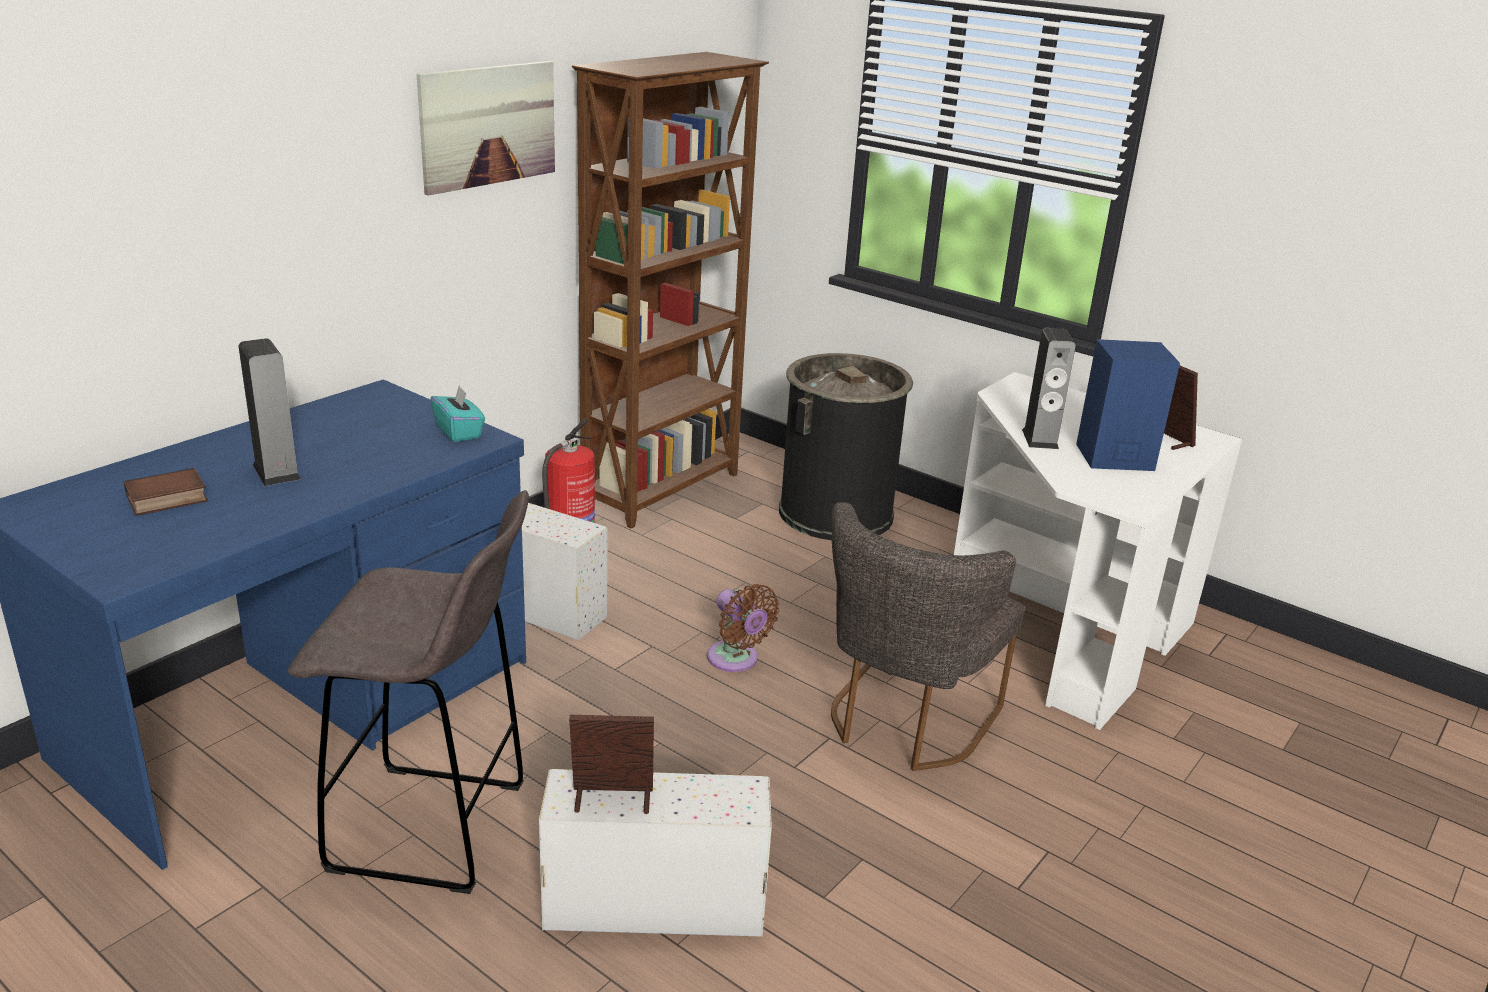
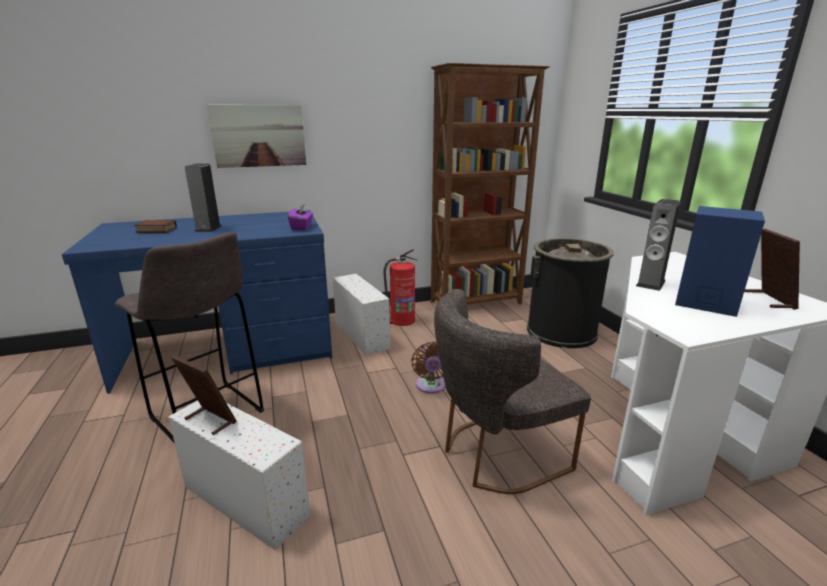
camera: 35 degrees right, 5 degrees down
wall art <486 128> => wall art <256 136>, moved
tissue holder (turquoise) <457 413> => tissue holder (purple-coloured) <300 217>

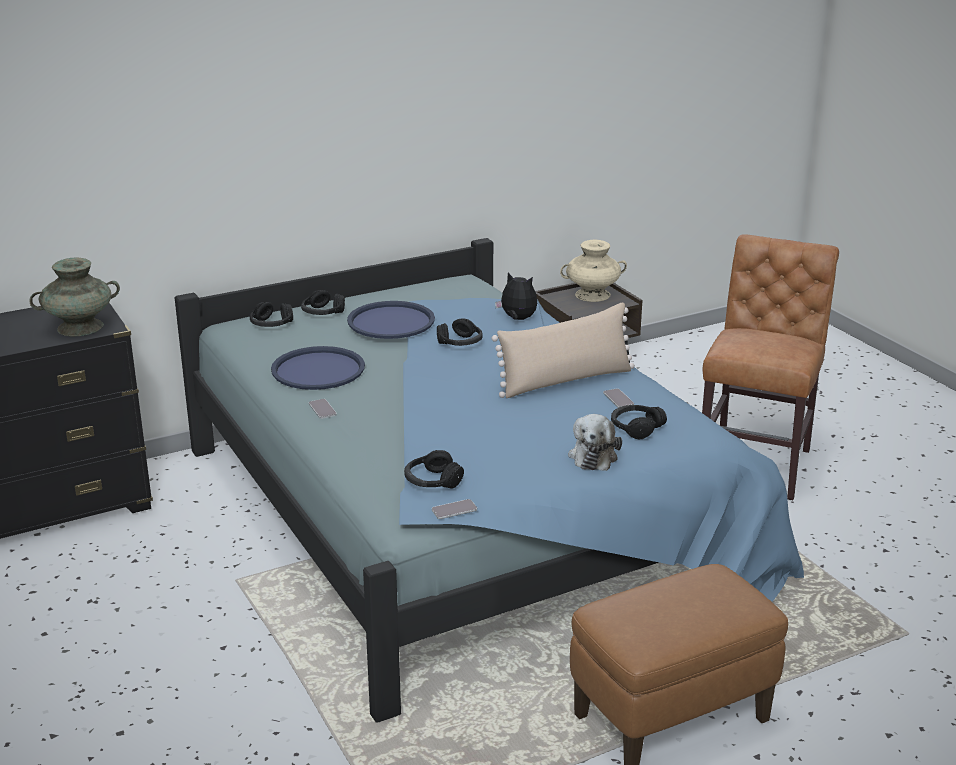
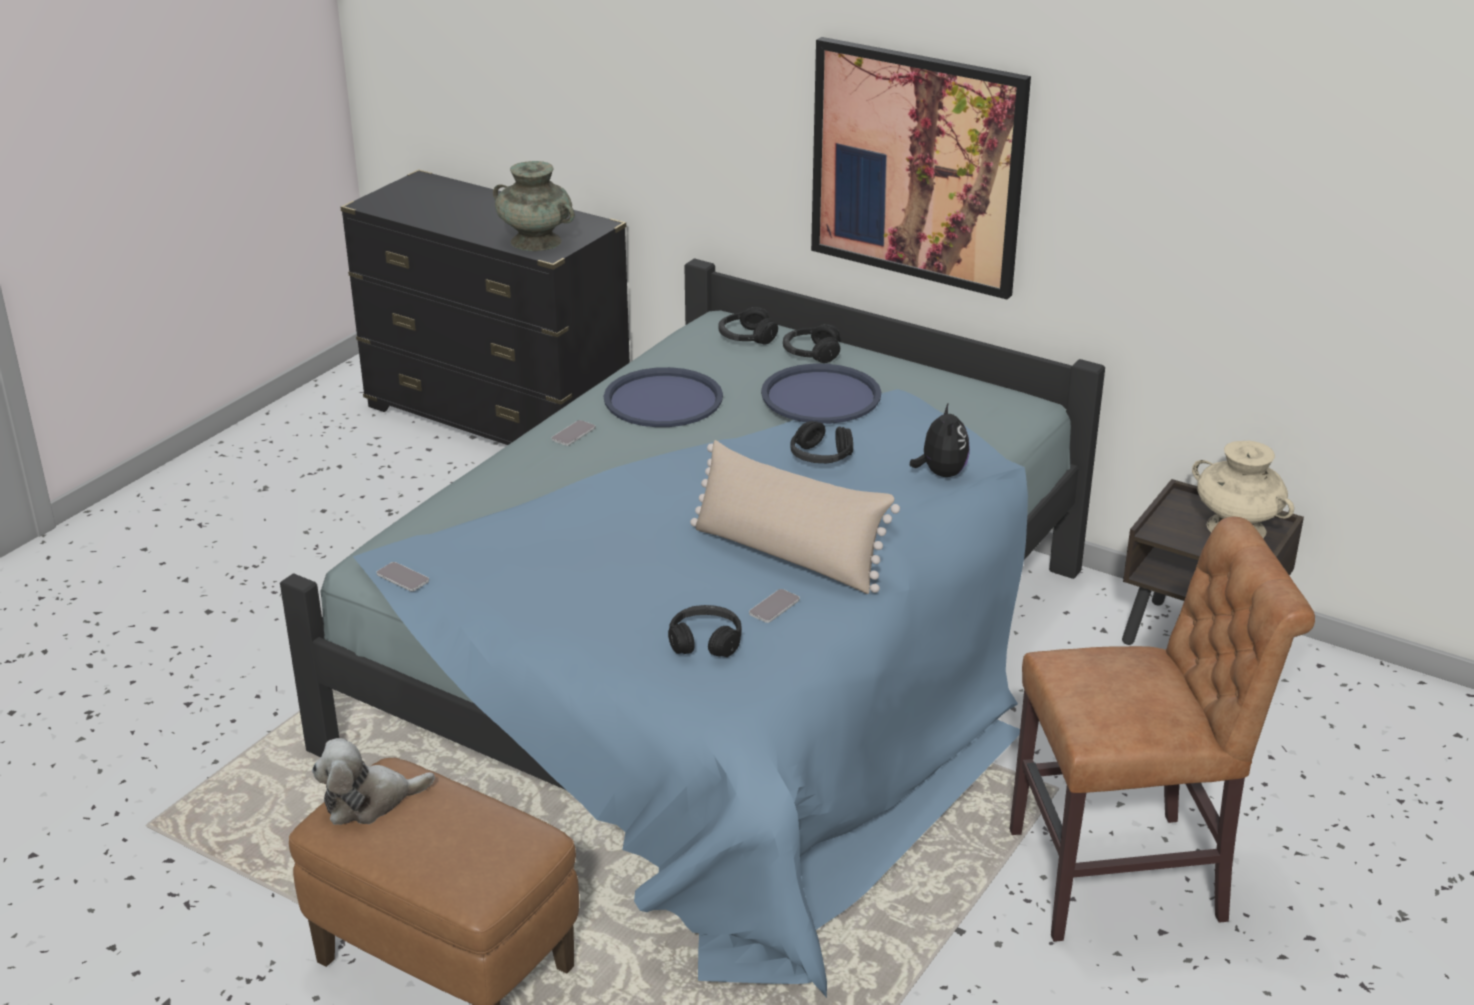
camera: 60 degrees right, 5 degrees up
headphones (blackish) <434 469> => nothing
plush toy <595 442> => plush toy <373 781>, moved
nothing => wall art <921 168>

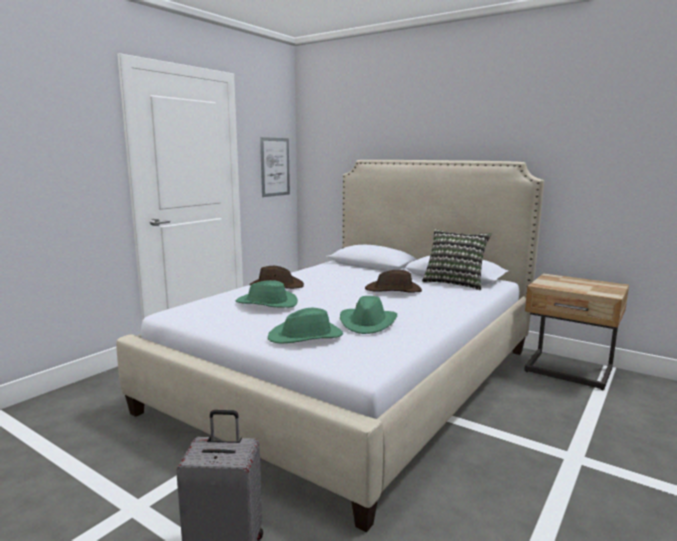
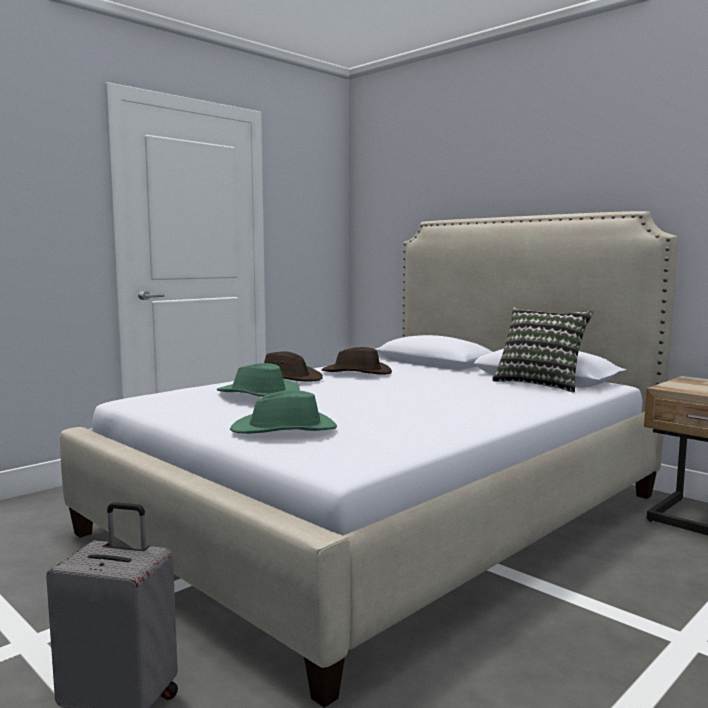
camera: 10 degrees right, 5 degrees down
wall art <275 167> => nothing
clothing hat (green) <368 315> => nothing
clothing hat (brown) <393 281> => clothing hat (brown) <356 361>, moved

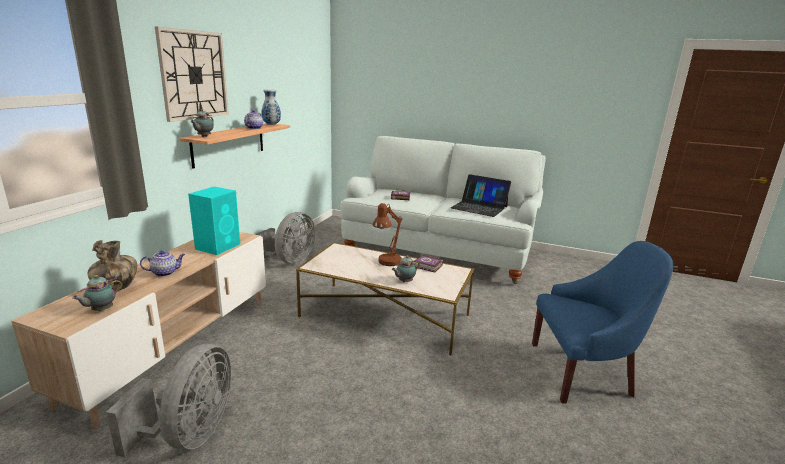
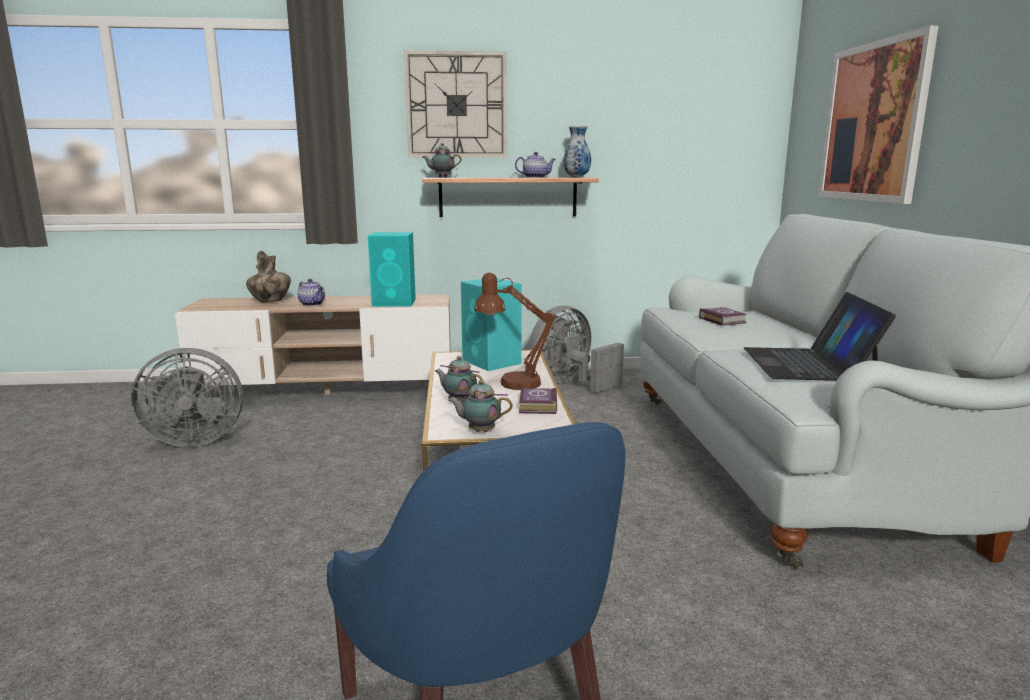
camera: 65 degrees right, 5 degrees down
tea pot <97 293> => tea pot <480 406>, moved
cooling fan (gray) <285 238> => cooling fan (gray) <576 349>, 135 degrees clockwise
nothing => speaker (turquoise) <491 324>
nothing => wall art <878 115>

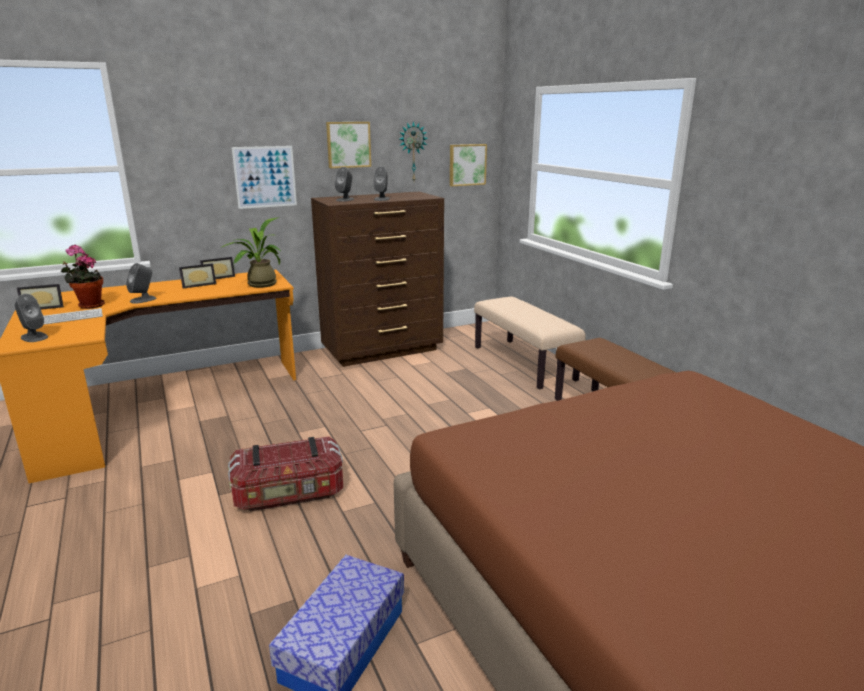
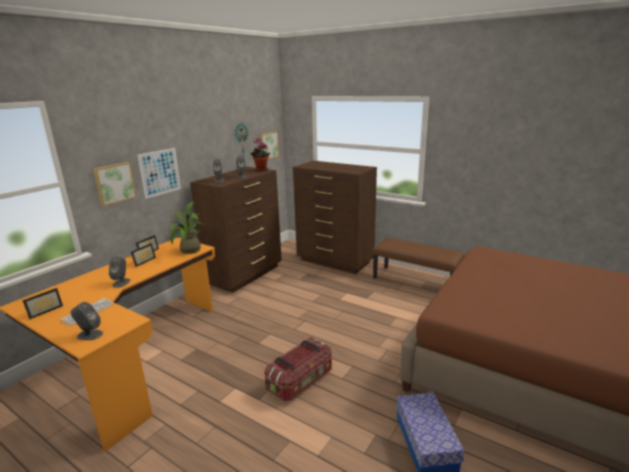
camera: 30 degrees left, 0 degrees up
houseplant <83 276> => houseplant <260 154>, moved
wall art <348 145> => wall art <115 184>, moved
bench (beige-coloured) <530 342> => drawer chest (brown) <335 217>

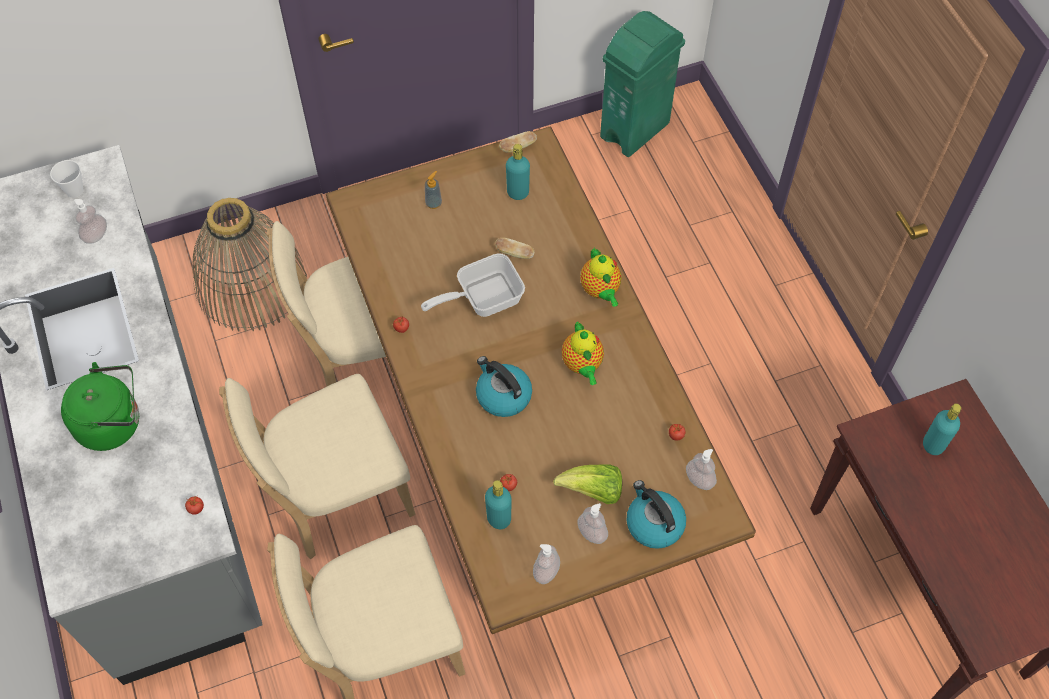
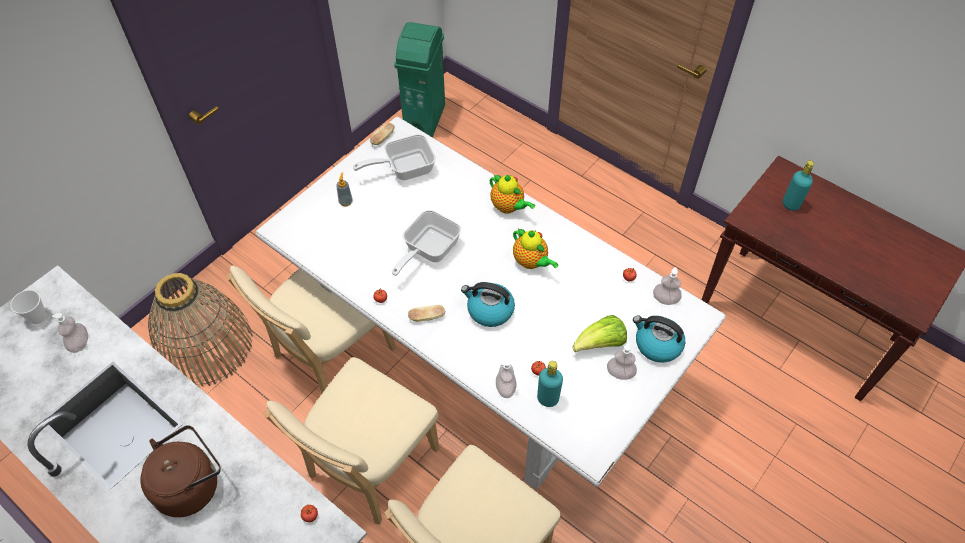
camera: 30 degrees left, 5 degrees down
kettle (green) <100 406> => kettle (brown) <180 471>
dinner table (brown) <541 380> => dinner table (whitish) <491 303>
bakery bread <514 248> => bakery bread <426 313>, moved
bottle (turquoise) <518 172> => skillet <394 157>
soap bottle <546 564> => soap bottle <506 379>, moved

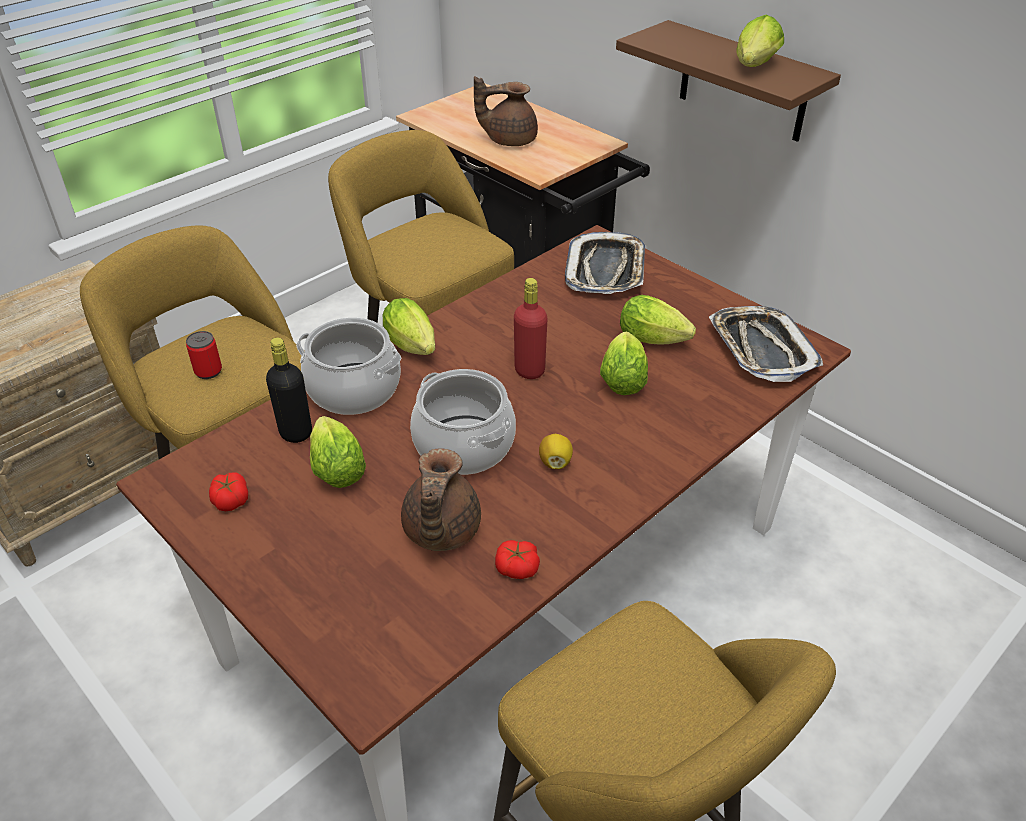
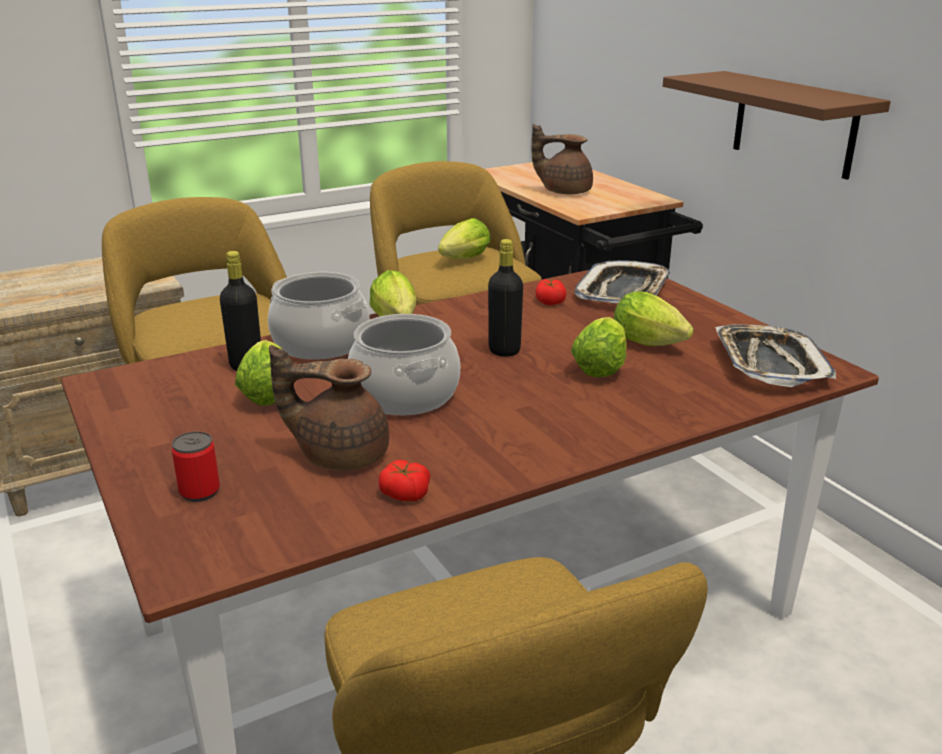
camera: 15 degrees right, 15 degrees down
sealed can <204 355> => sealed can <196 466>, moved
fresh tomato <228 491> => fresh tomato <551 292>, moved
tea pot (brown) <441 499> => tea pot (brown) <329 407>, 75 degrees clockwise
bottle (red) <531 328> => bottle (blackish) <505 298>
whole lemon <556 451> => nothing
lettuce head <760 41> => lettuce head <464 238>, moved

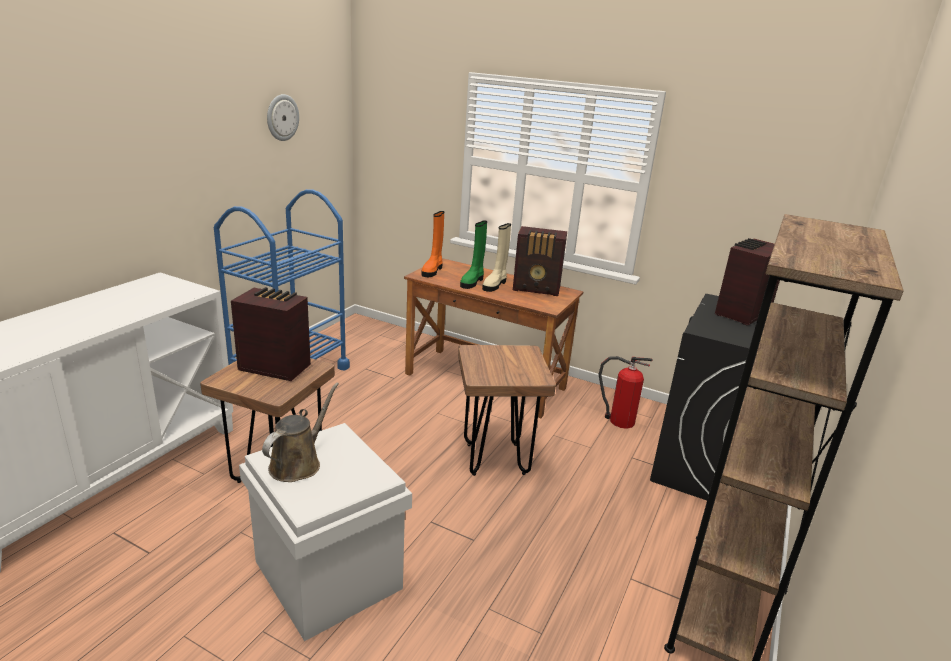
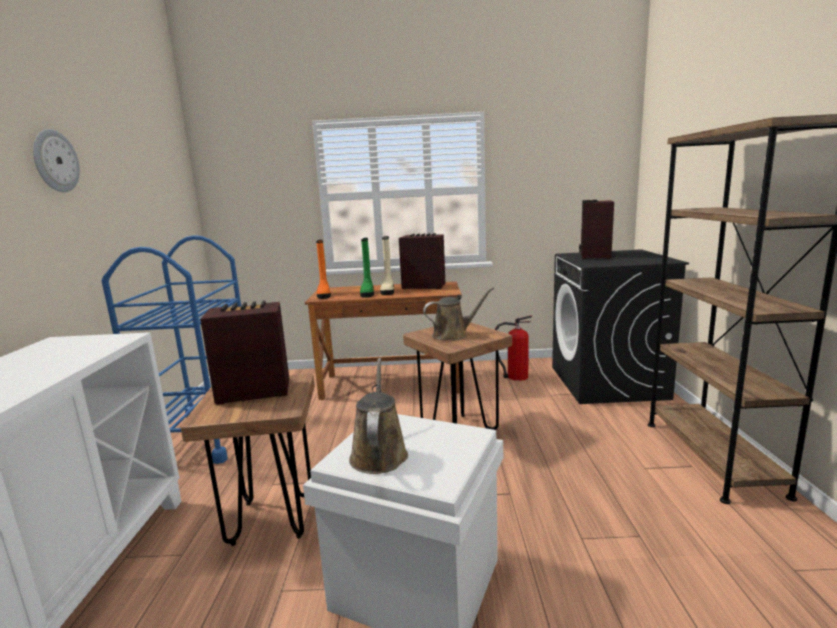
camera: 25 degrees left, 10 degrees down
wall clock <283 117> => wall clock <56 160>, moved
radio <540 261> => radio <422 261>, 150 degrees counterclockwise
nothing => sprinkling can (brown) <458 313>

